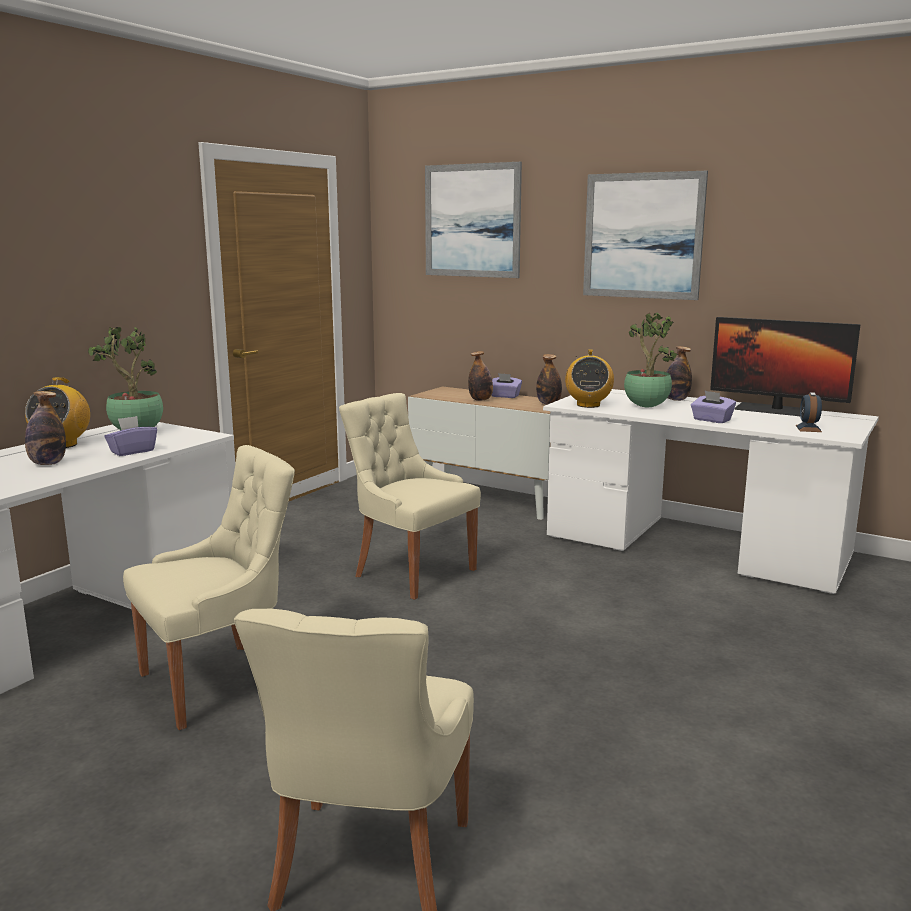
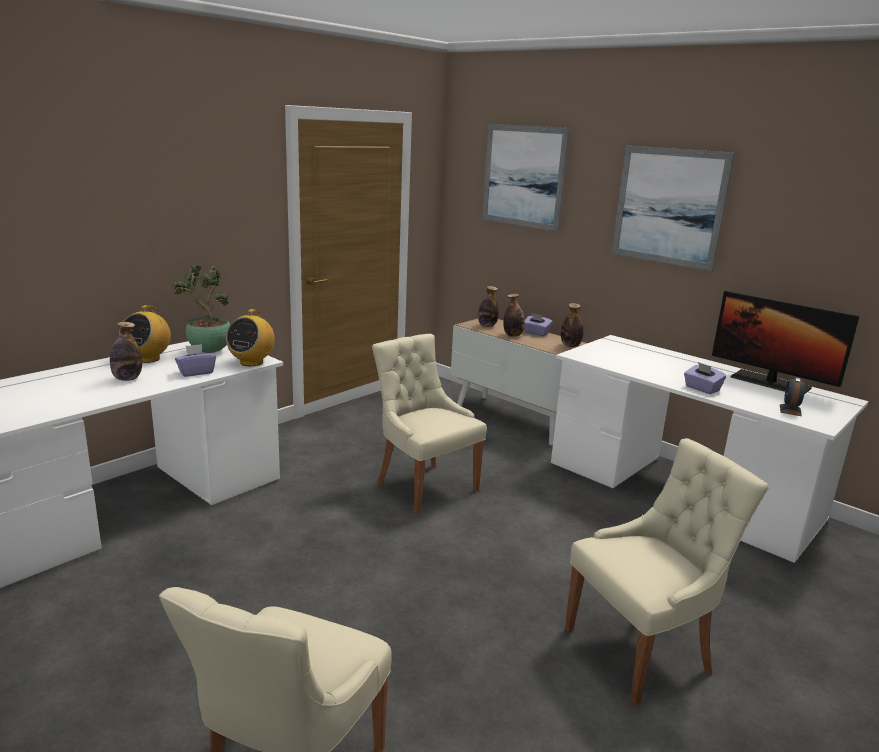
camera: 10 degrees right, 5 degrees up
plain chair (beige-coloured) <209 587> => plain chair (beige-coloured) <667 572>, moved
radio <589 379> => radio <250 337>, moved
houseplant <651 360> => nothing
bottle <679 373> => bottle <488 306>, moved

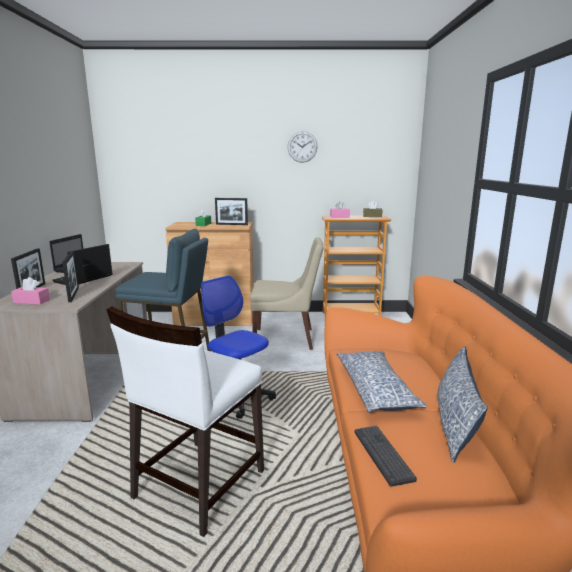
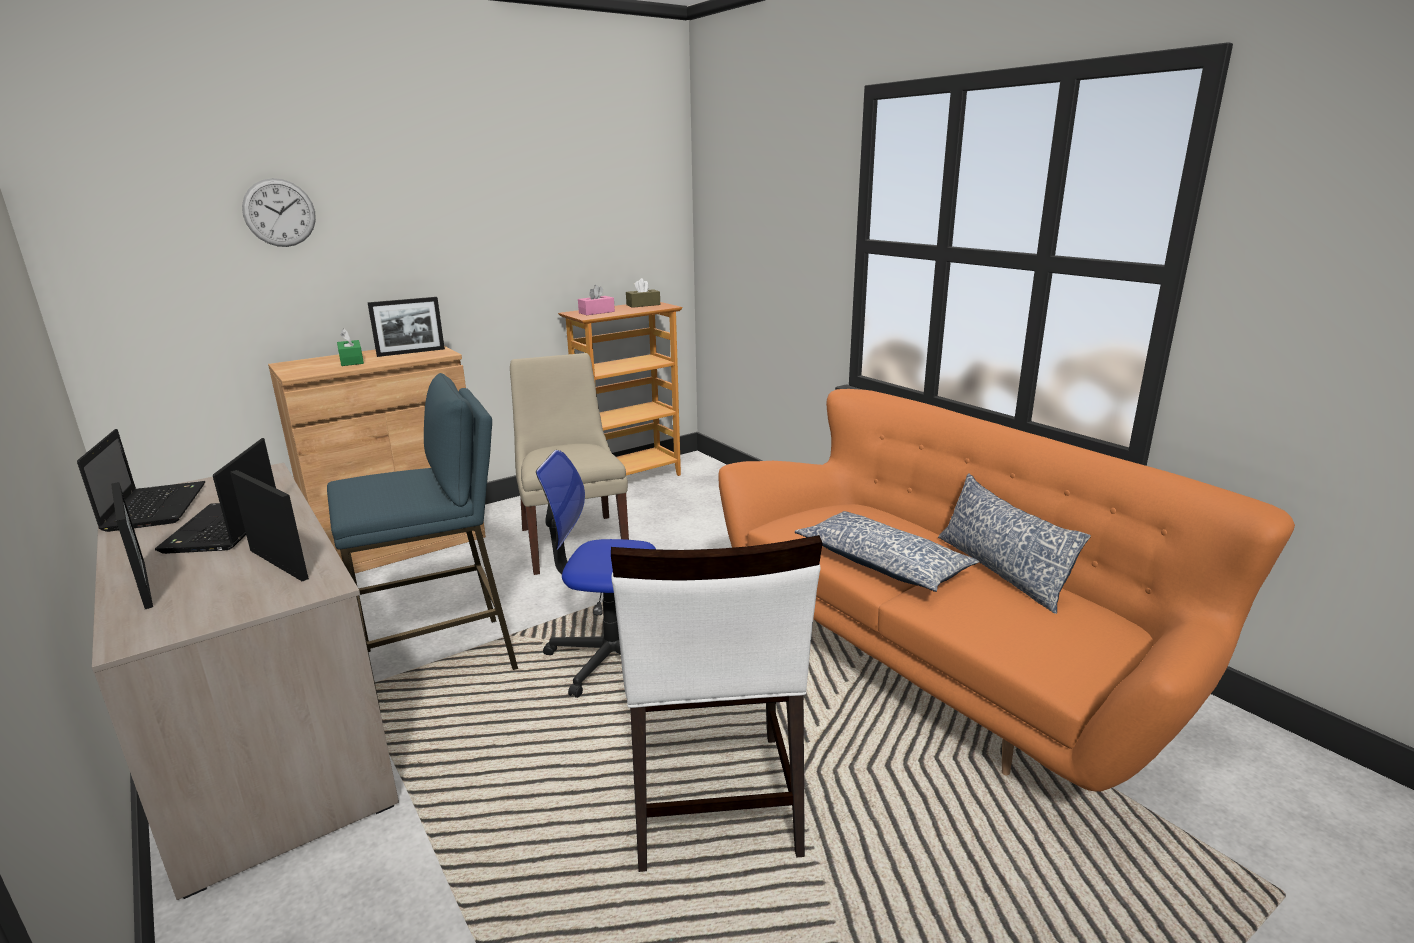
camera: 35 degrees left, 5 degrees up
tissue holder (pinkish) <30 291> => nothing
plain chair (beige-coloured) <287 293> => plain chair (beige-coloured) <569 464>, 75 degrees counterclockwise
wall clock <303 147> => wall clock <279 212>, moved
computer keyboard <386 456> => nothing

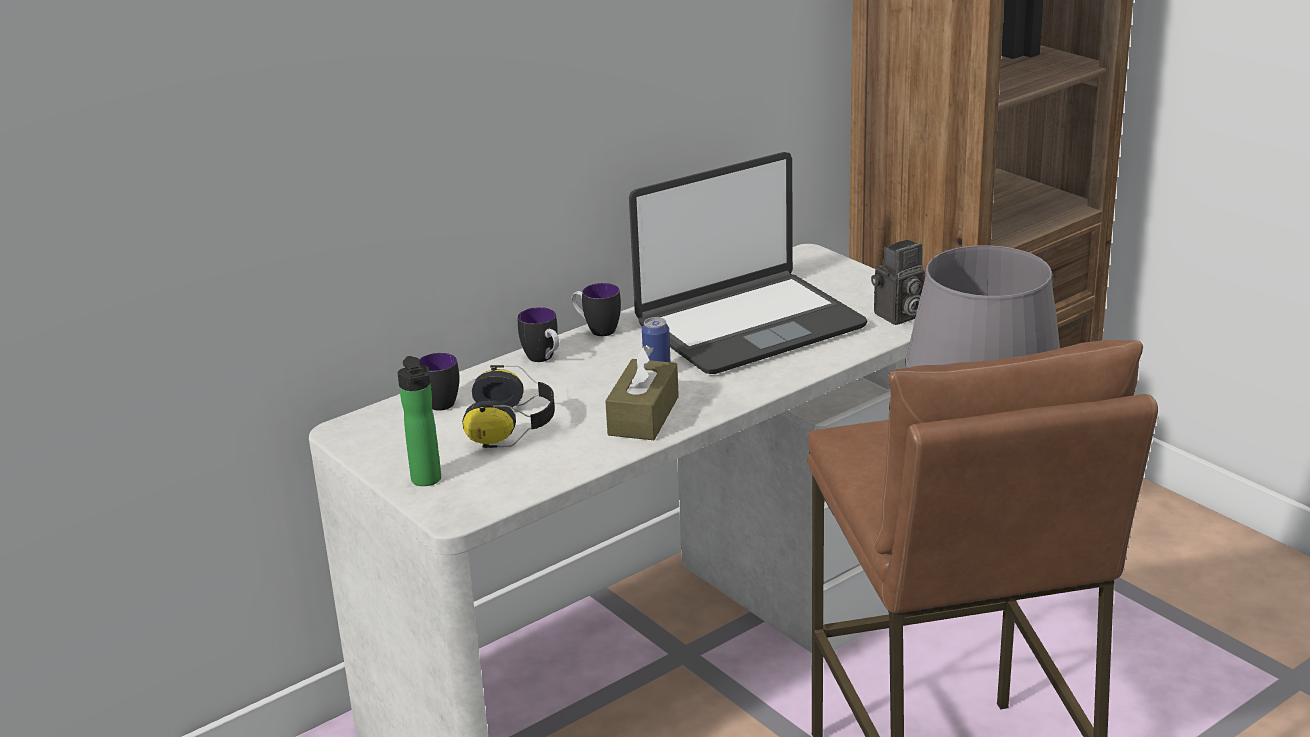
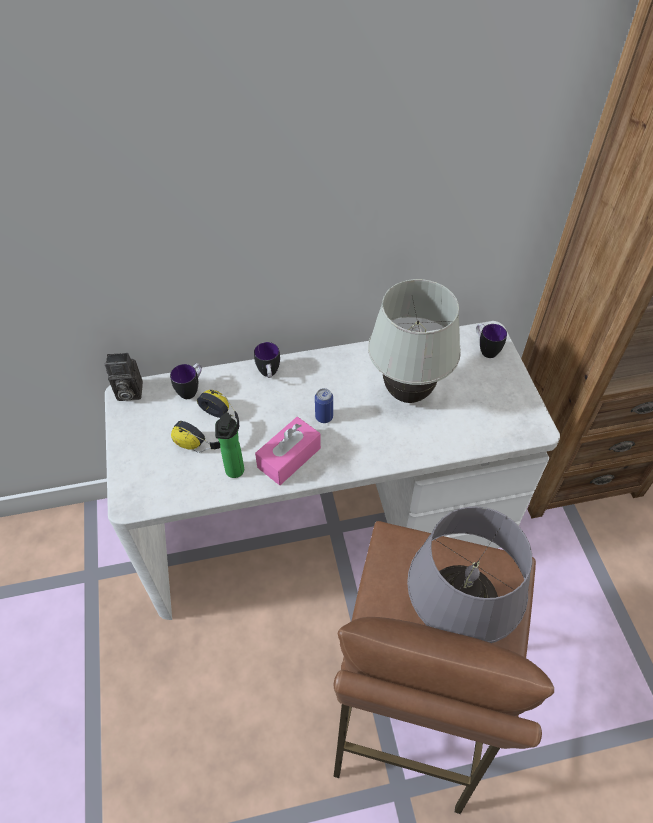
camera: 25 degrees right, 25 degrees up
bottle <419 421> => bottle <229 445>, moved
mug <596 309> => mug <491 341>, moved
tissue holder (brown) <642 392> => tissue holder (pinkish) <288 451>
portable computer <748 263> => lamp for a table (whitish) <414 341>
still camera <898 282> => still camera <124 377>, moved

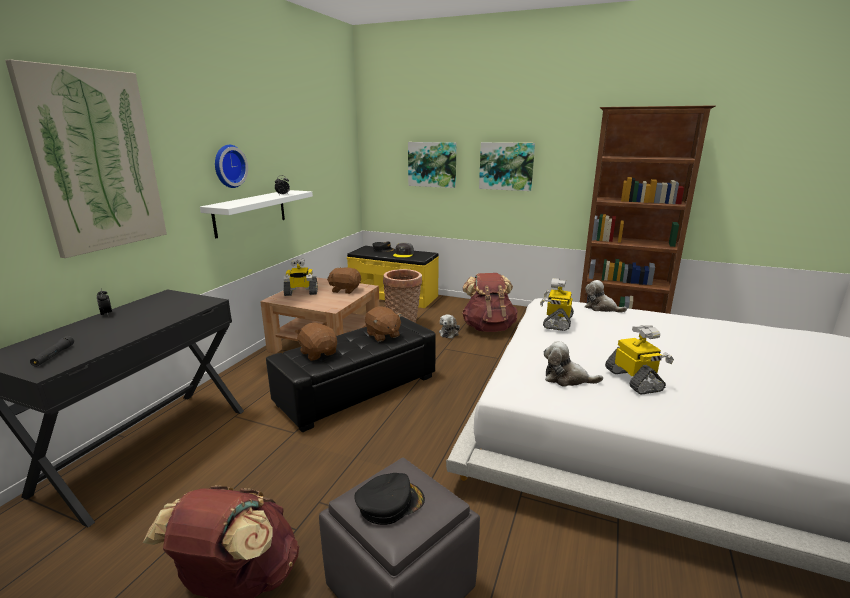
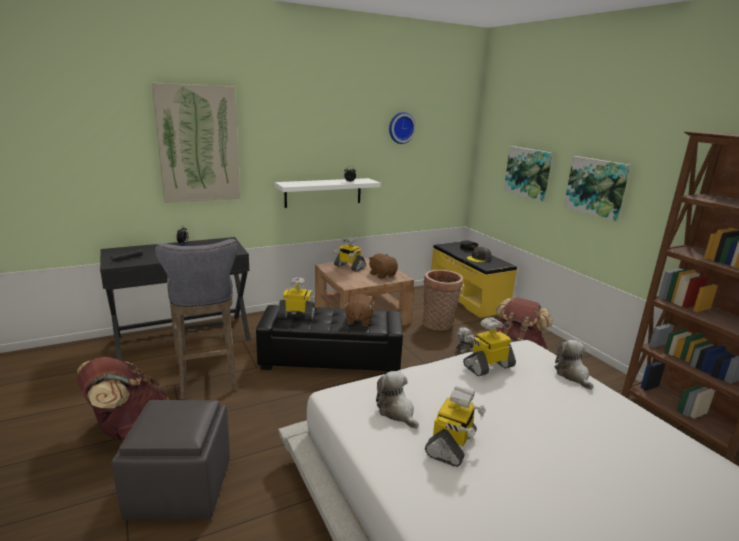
camera: 40 degrees right, 0 degrees up
wall clock <231 166> => wall clock <402 128>, moved
plush toy (brown) <316 341> => model robot <296 298>
baseball cap (blackish) <389 499> => nothing
nothing => sitting stool (gray) <196 319>

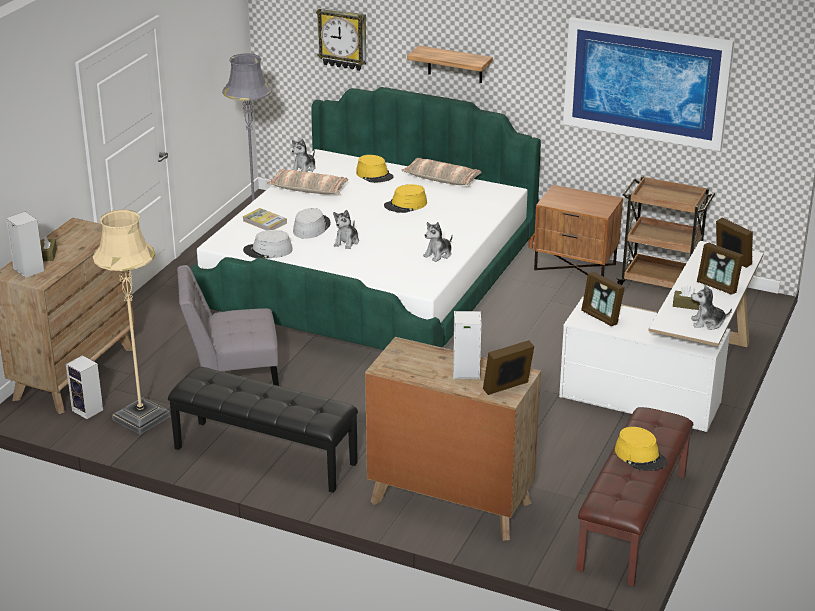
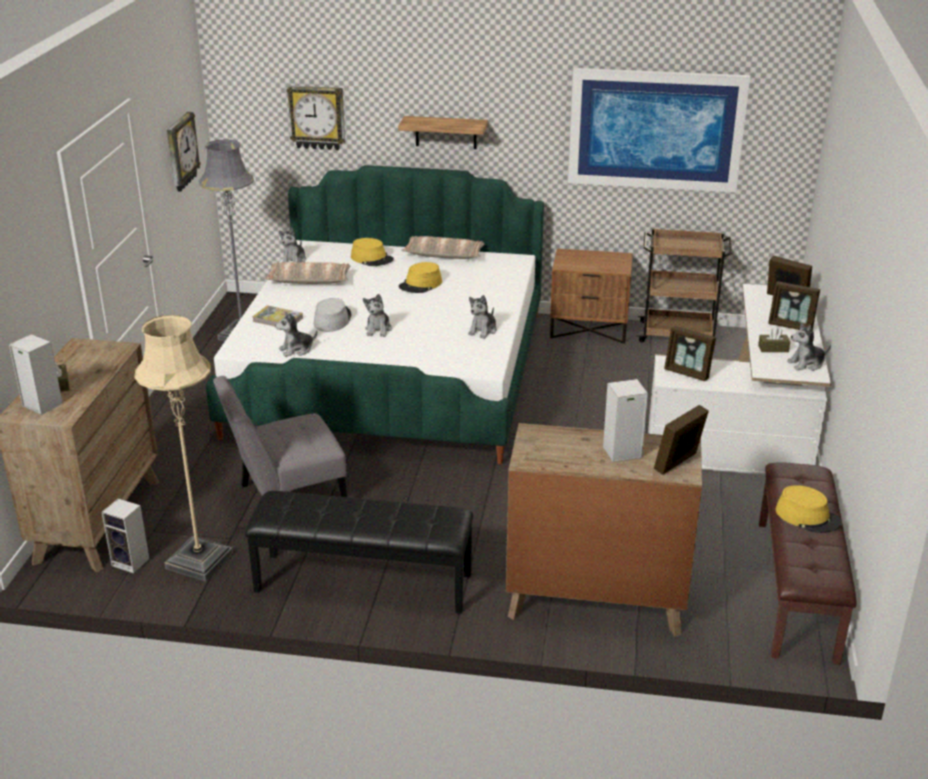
camera: 15 degrees left, 0 degrees up
clothing hat (gray) <268 244> => plush toy <296 334>
nothing => wall clock <184 152>

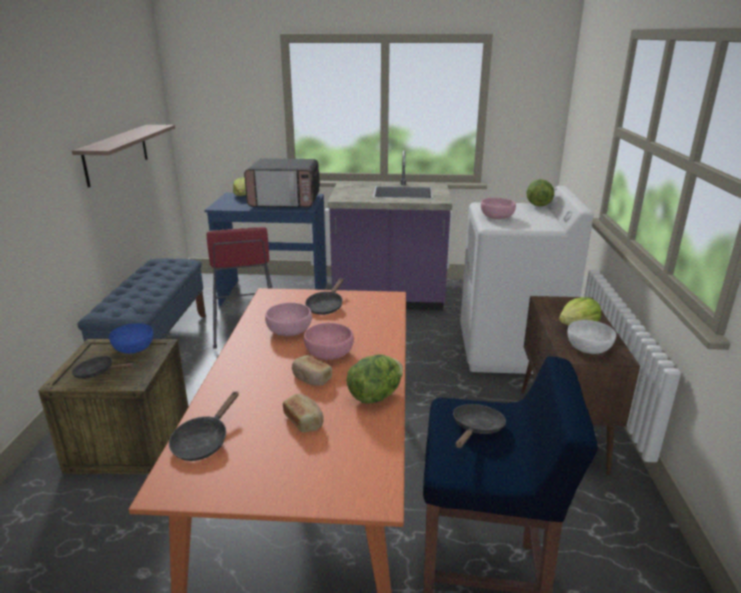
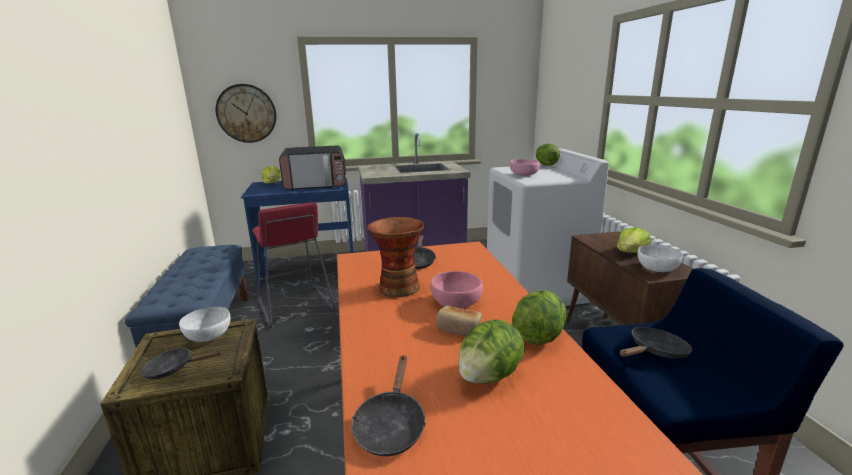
camera: 15 degrees left, 5 degrees down
wall shelf <123 156> => nothing
serving bowl (blue-coloured) <131 338> => serving bowl (whitish) <205 324>
serving bowl (pinkish) <288 319> => vase <396 257>
bakery bread <303 413> => lettuce head <491 351>
skillet (blackish) <479 426> => skillet (blackish) <656 343>, 45 degrees clockwise
nothing => wall clock <245 113>

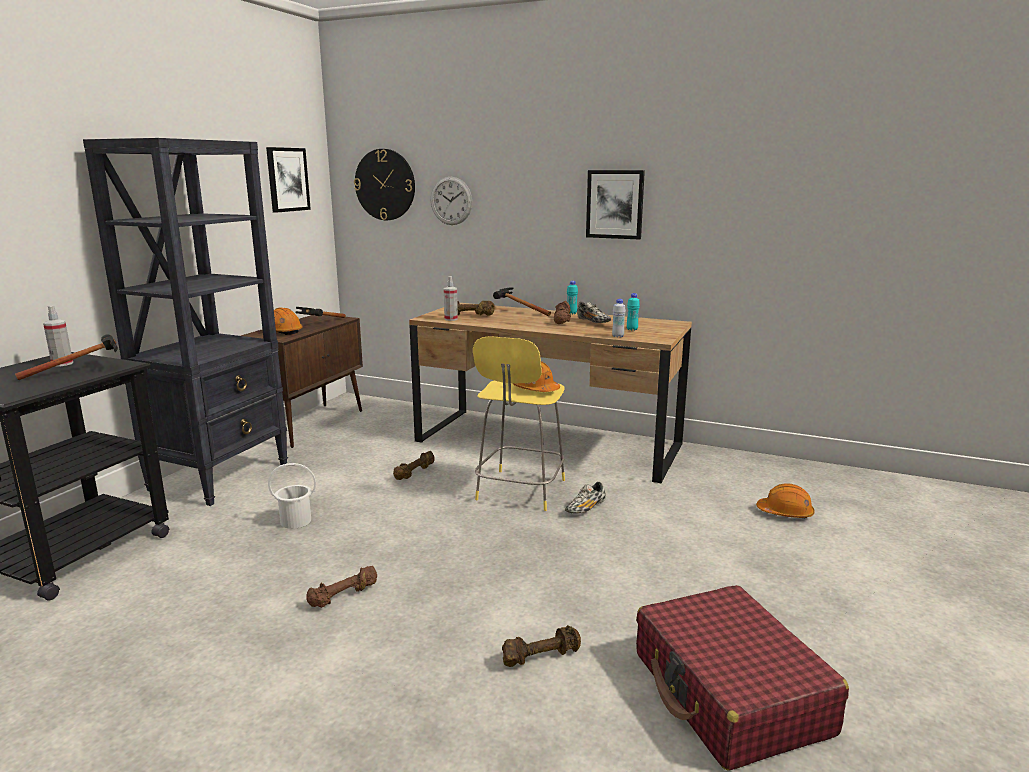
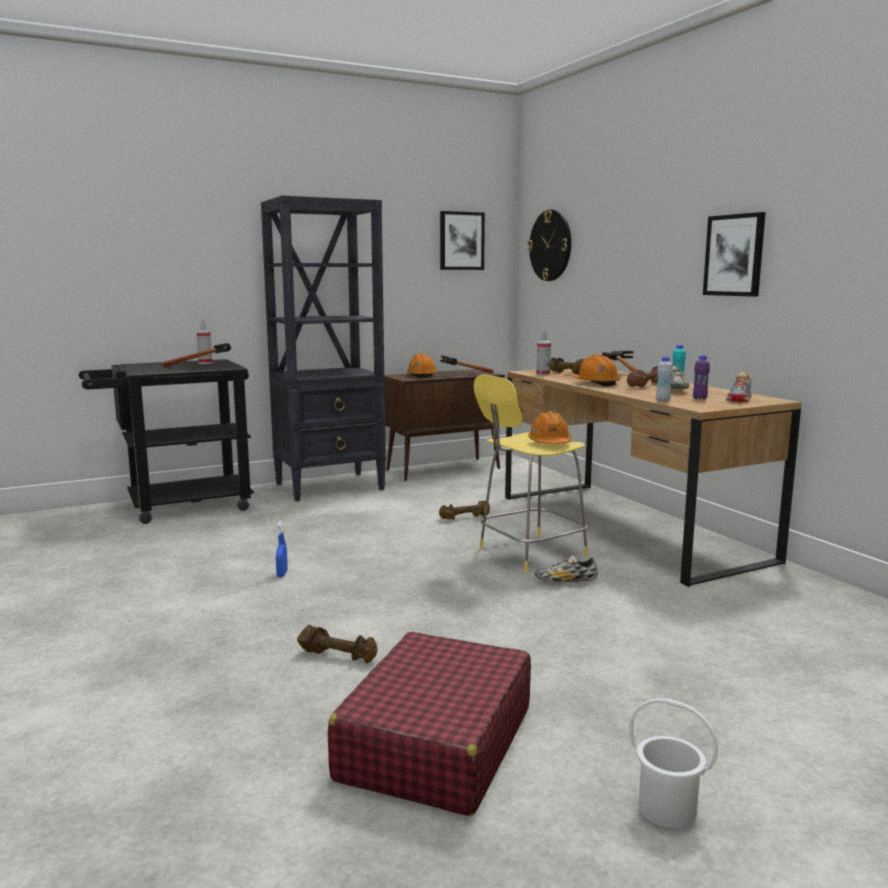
camera: 40 degrees right, 5 degrees down
bucket (whitish) <292 496> => bucket (whitish) <673 763>, moved
dumbbell (brown) <341 587> => hand sprayer (blue-coloured) <282 549>
wall clock <451 201> => nothing
bottle (turquoise) <633 312> => bottle (purple-coloured) <701 377>
hard hat (orange) <785 501> => hard hat (orange) <596 370>, moved
nothing => item of footwear <739 387>

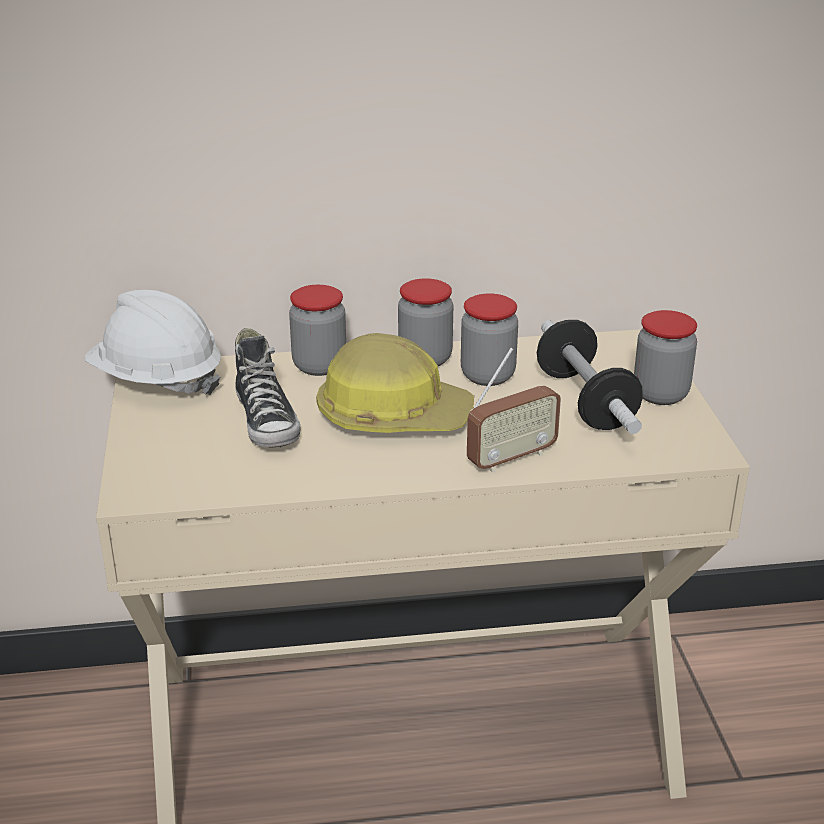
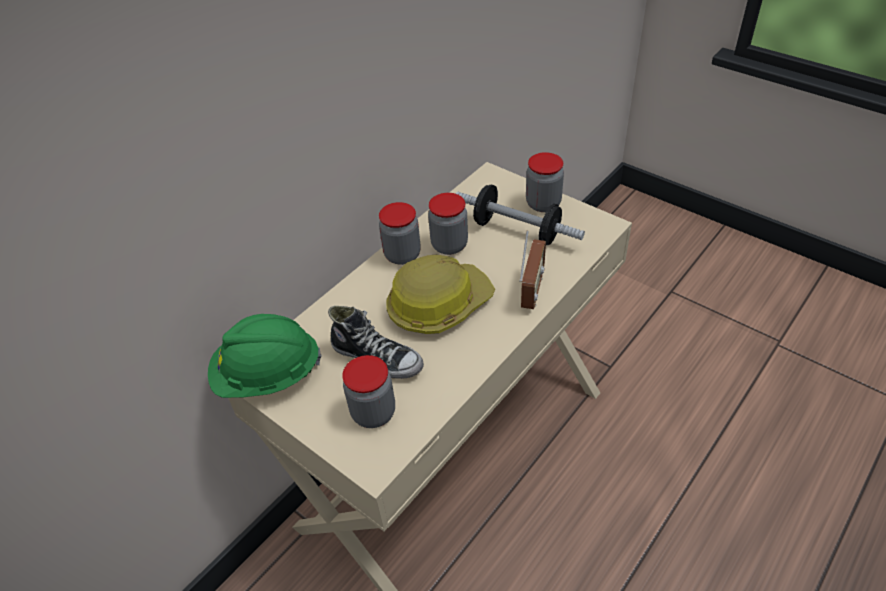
camera: 40 degrees left, 15 degrees up
hard hat (whitish) <153 342> => hard hat (green) <264 356>
storage jar <317 330> => storage jar <368 391>, moved

